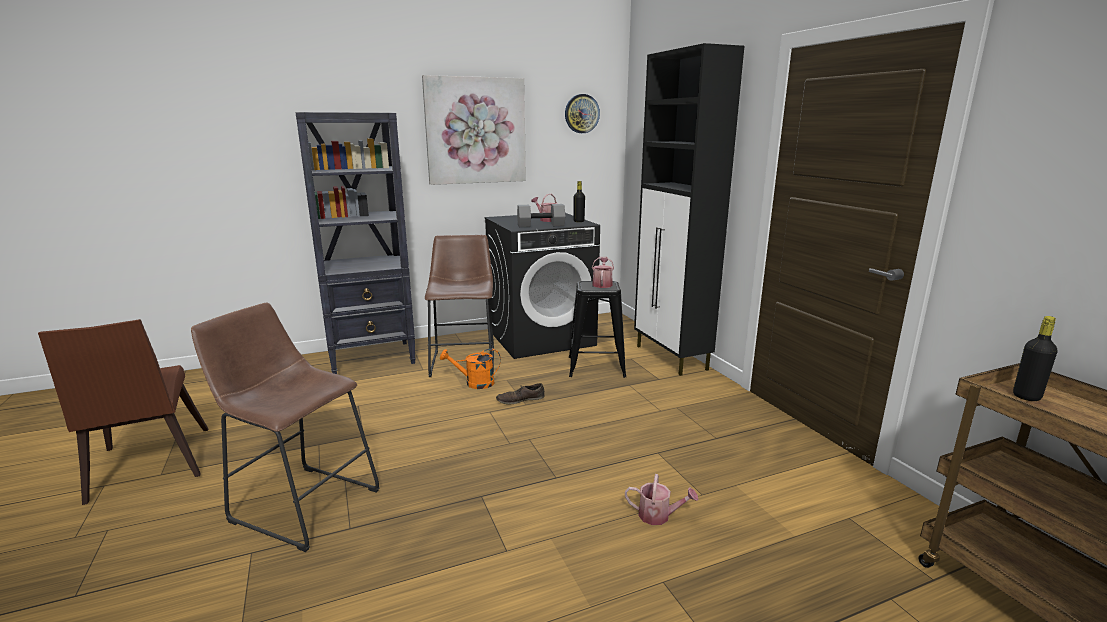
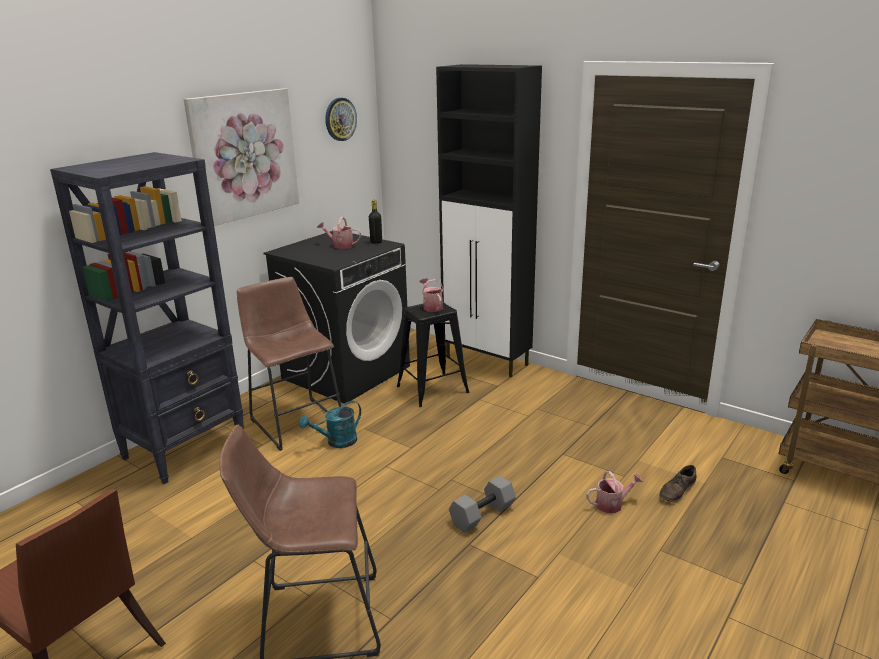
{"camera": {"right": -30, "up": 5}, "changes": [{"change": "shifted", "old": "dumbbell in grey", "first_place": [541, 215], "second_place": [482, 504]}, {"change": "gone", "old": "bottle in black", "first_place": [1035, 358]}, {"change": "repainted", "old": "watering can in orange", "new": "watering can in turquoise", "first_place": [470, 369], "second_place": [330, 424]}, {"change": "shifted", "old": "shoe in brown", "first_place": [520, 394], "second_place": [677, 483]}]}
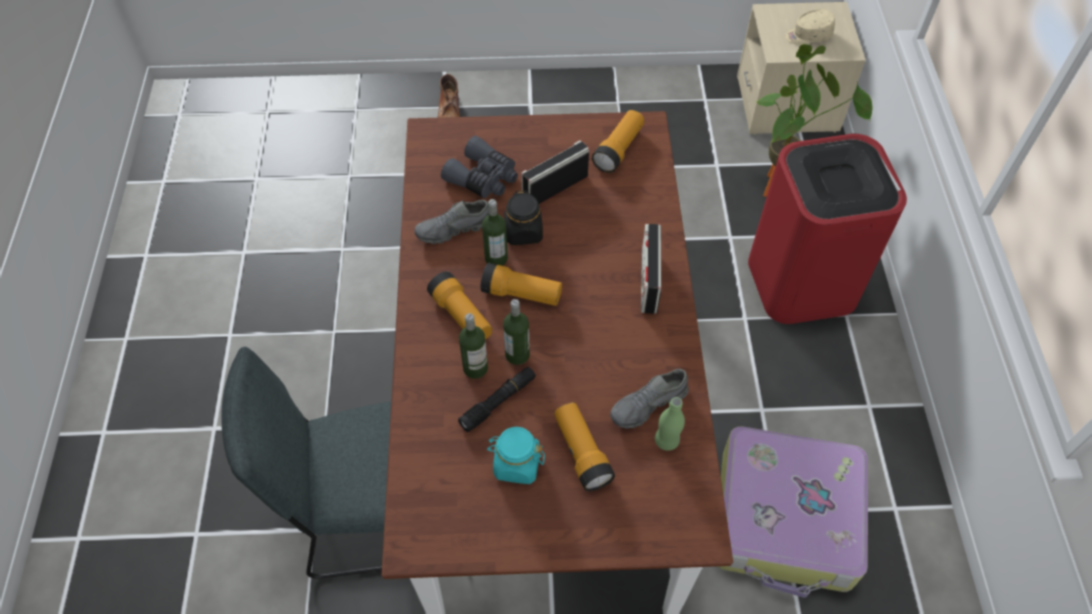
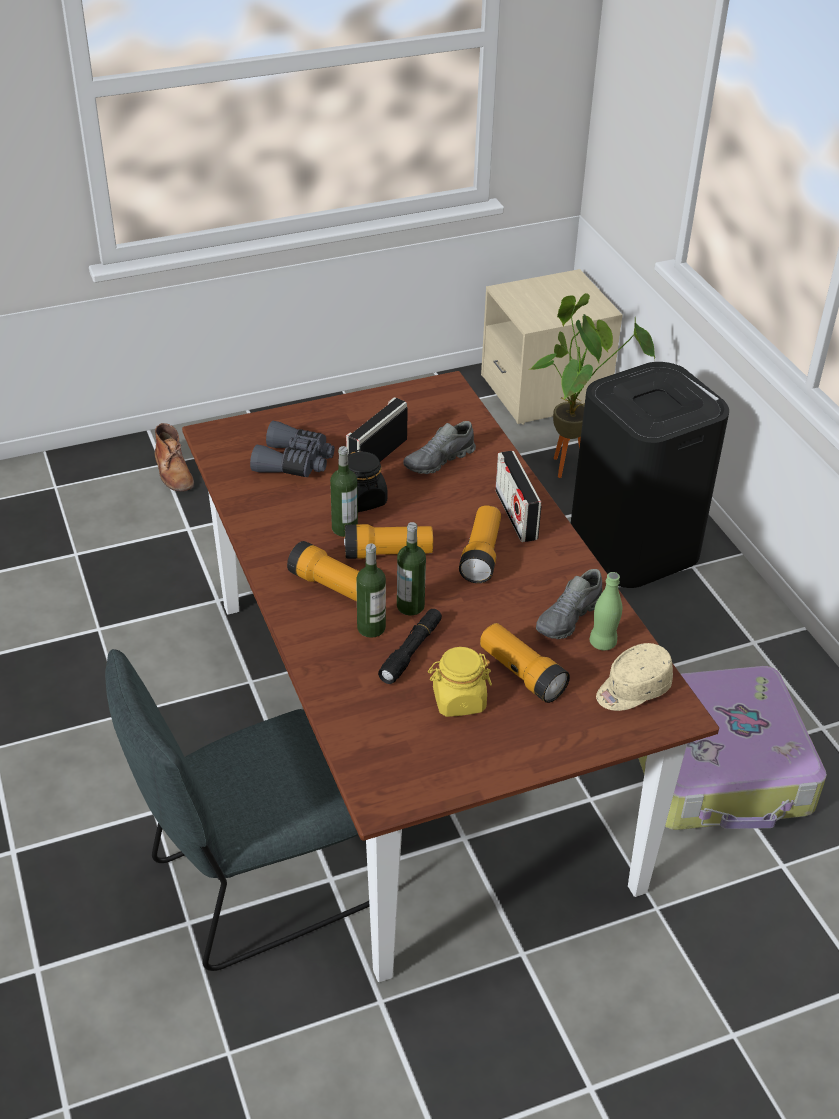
{"camera": {"right": -20, "up": -15}, "changes": [{"change": "shifted", "old": "cap in beige", "first_place": [810, 27], "second_place": [634, 677]}, {"change": "shifted", "old": "flashlight", "first_place": [618, 141], "second_place": [480, 544]}, {"change": "repainted", "old": "trash can in red", "new": "trash can in black", "first_place": [827, 229], "second_place": [650, 475]}, {"change": "shifted", "old": "shoe in grey", "first_place": [451, 222], "second_place": [439, 447]}, {"change": "repainted", "old": "jar in turquoise", "new": "jar in yellow", "first_place": [516, 455], "second_place": [460, 682]}]}
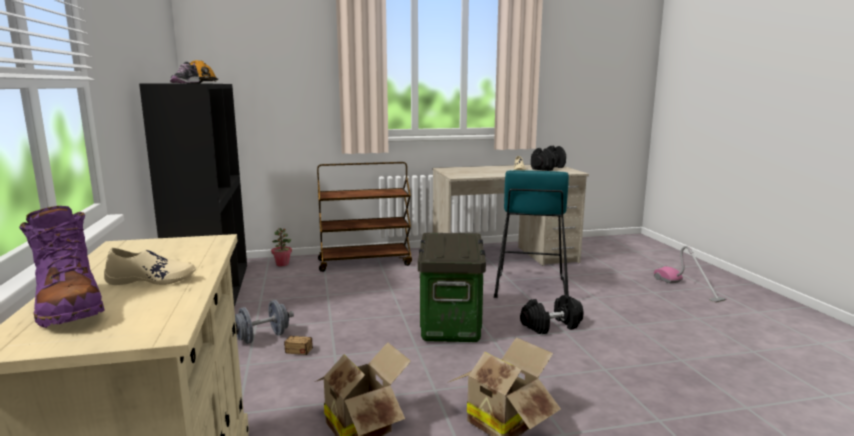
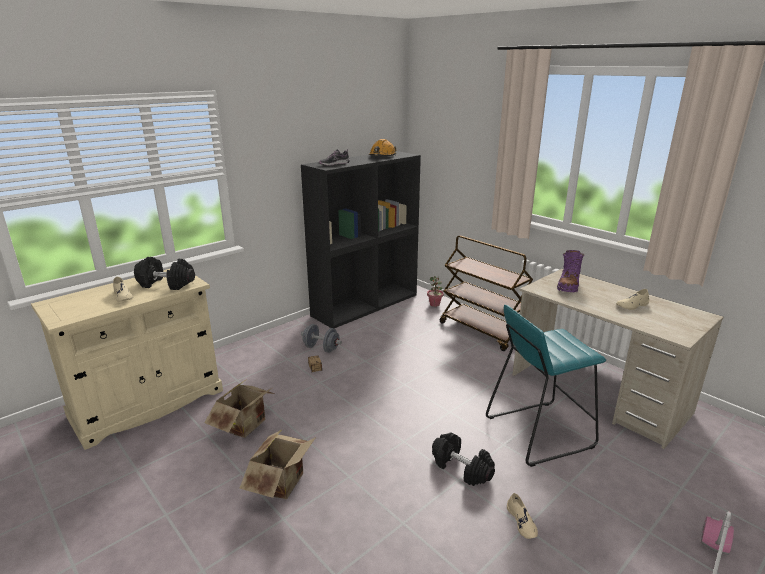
{"camera": {"right": 60, "up": 10}, "changes": [{"change": "shifted", "old": "dumbbell in black", "first_place": [548, 158], "second_place": [164, 273]}, {"change": "shifted", "old": "boot in purple", "first_place": [62, 267], "second_place": [570, 271]}, {"change": "gone", "old": "storage box", "first_place": [452, 287]}, {"change": "new", "new": "shoe in beige", "second_place": [522, 516]}]}
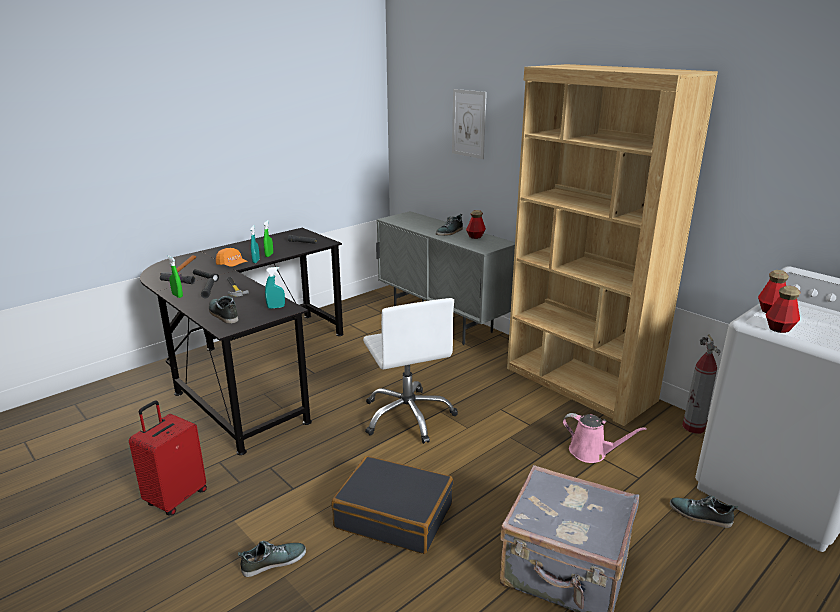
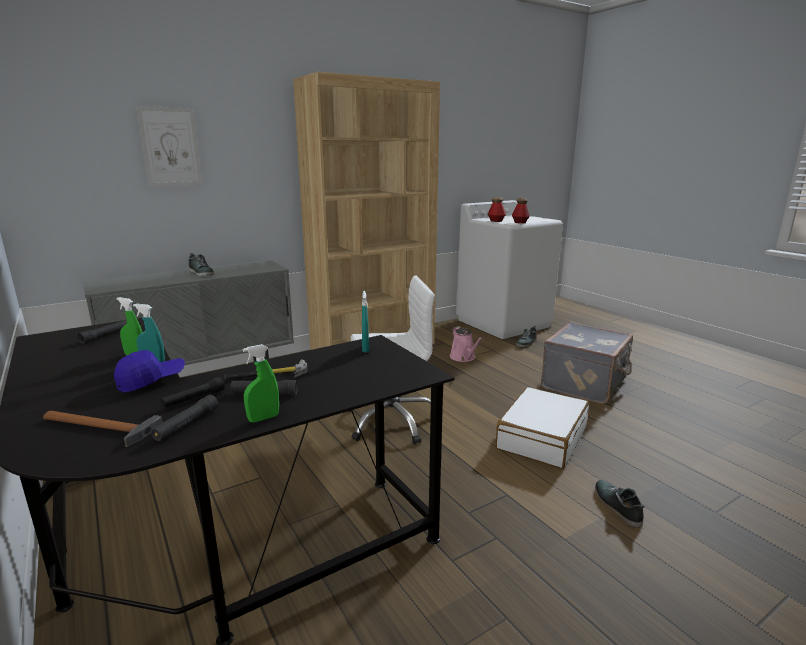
{"camera": {"right": -80, "up": -5}, "changes": [{"change": "gone", "old": "bottle", "first_place": [476, 224]}, {"change": "repainted", "old": "cap in orange", "new": "cap in blue", "first_place": [232, 257], "second_place": [149, 371]}, {"change": "gone", "old": "shoe", "first_place": [223, 310]}, {"change": "gone", "old": "fire extinguisher", "first_place": [701, 384]}, {"change": "gone", "old": "suitcase in red", "first_place": [168, 458]}, {"change": "rotated", "old": "watering can in pink", "first_place": [605, 438], "second_place": [466, 344], "degrees": 120}, {"change": "repainted", "old": "suitcase in black", "new": "suitcase in white", "first_place": [392, 505], "second_place": [542, 428]}]}
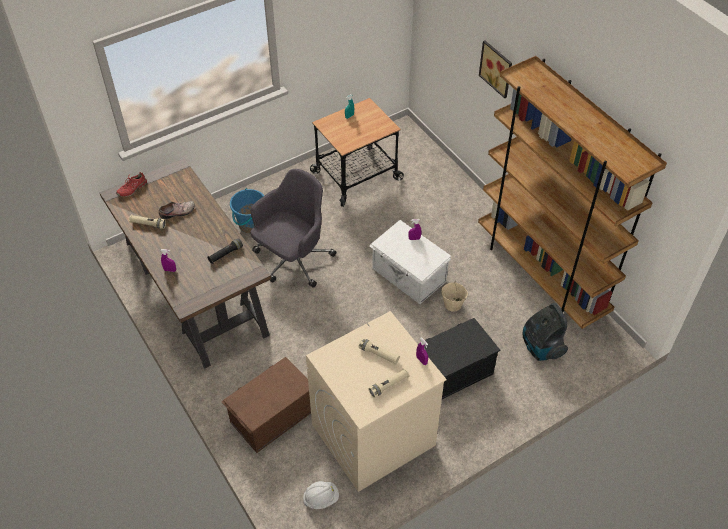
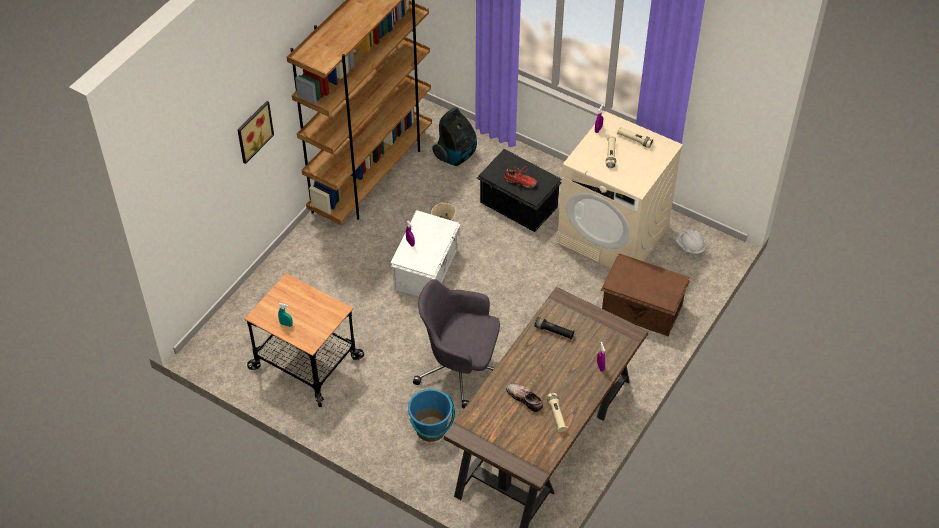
{"camera": {"right": -115, "up": 0}, "changes": [{"change": "shifted", "old": "shoe in red", "first_place": [131, 184], "second_place": [520, 177]}]}
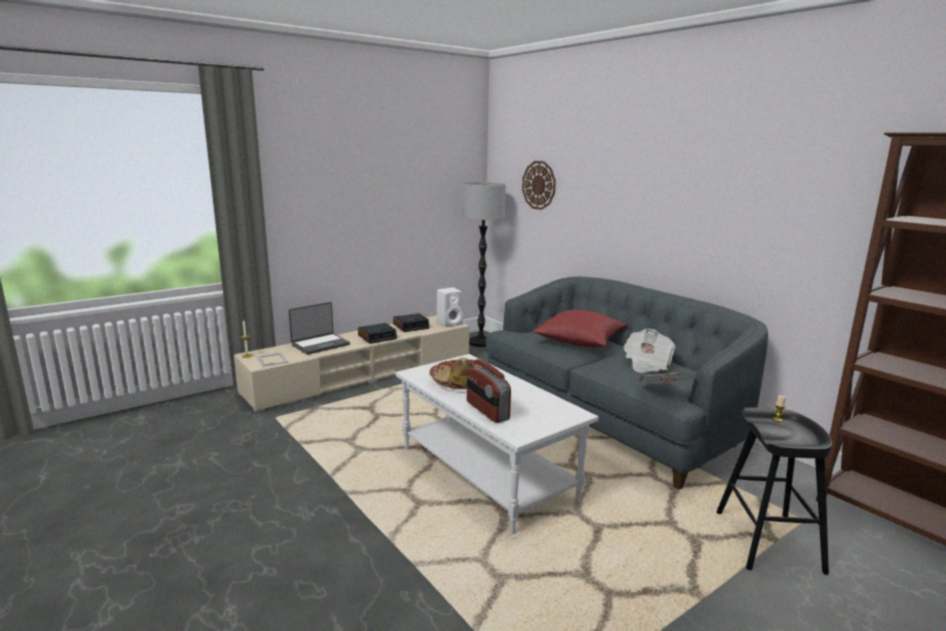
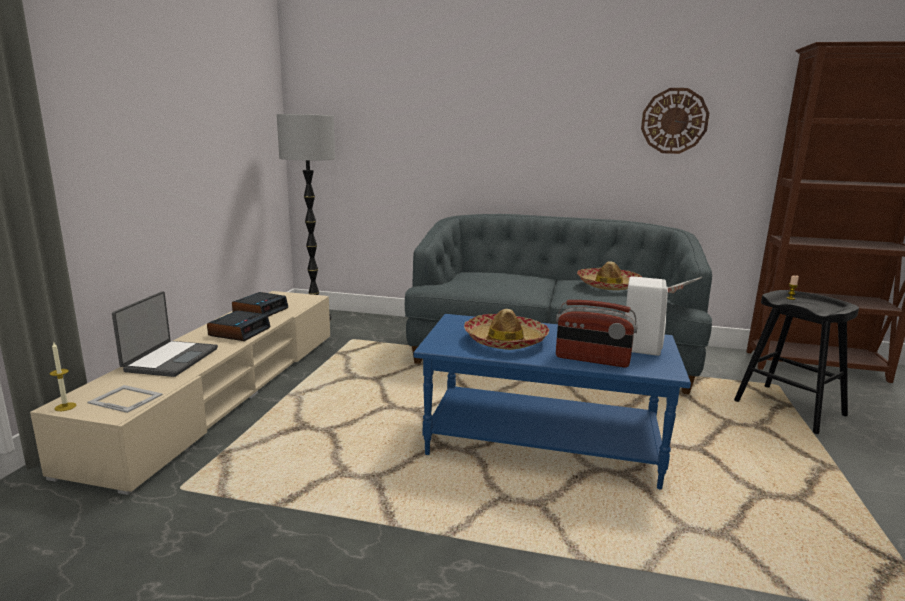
{"camera": {"right": -40, "up": 0}, "changes": [{"change": "shifted", "old": "wall clock", "first_place": [539, 185], "second_place": [675, 121]}, {"change": "shifted", "old": "speaker in white", "first_place": [450, 307], "second_place": [646, 316]}, {"change": "gone", "old": "pillow in red", "first_place": [579, 329]}, {"change": "swapped", "old": "newspaper", "new": "hat", "first_place": [649, 351], "second_place": [609, 275]}, {"change": "repainted", "old": "coffee table in white", "new": "coffee table in blue", "first_place": [497, 444], "second_place": [552, 402]}]}
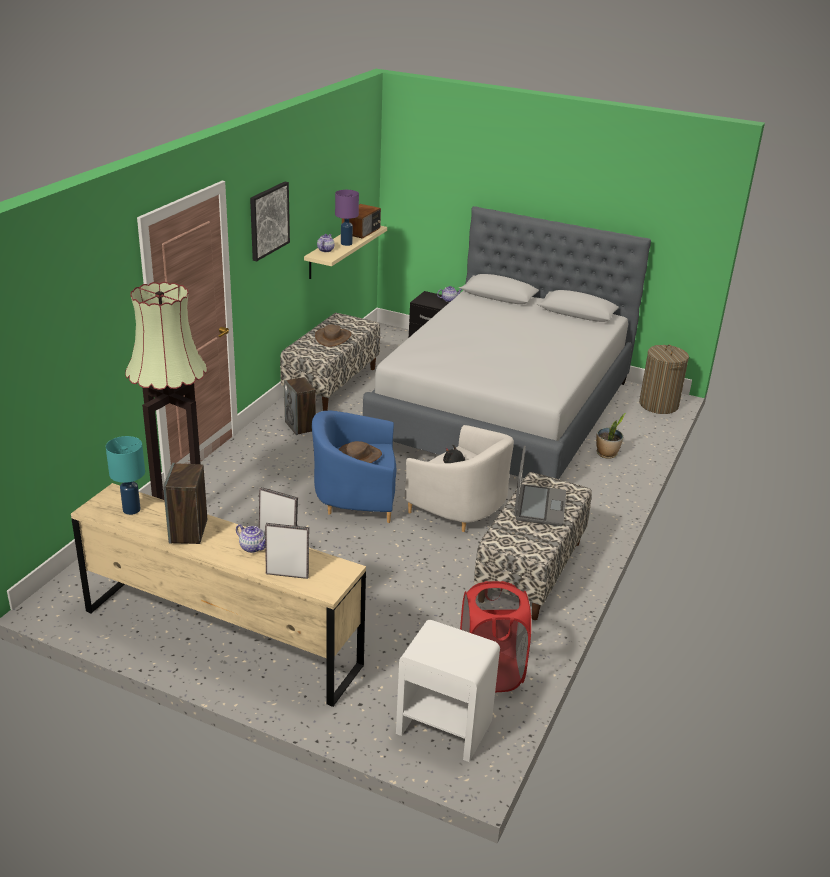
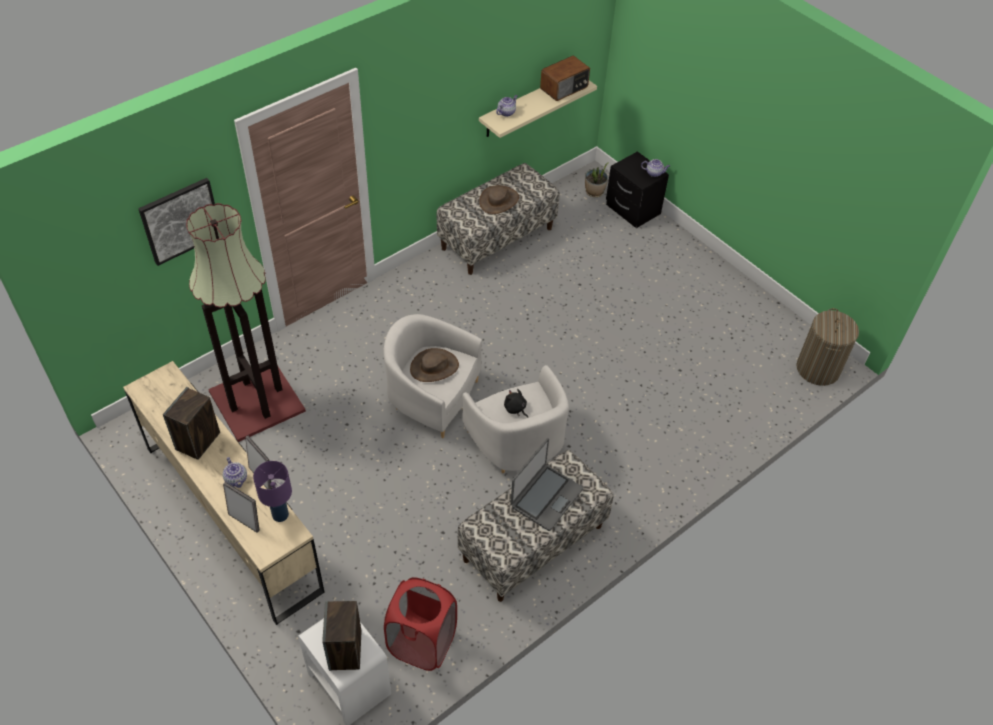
{"camera": {"right": 25, "up": 20}, "changes": [{"change": "shifted", "old": "picture", "first_place": [270, 222], "second_place": [176, 222]}, {"change": "shifted", "old": "table lamp in purple", "first_place": [347, 218], "second_place": [272, 491]}, {"change": "gone", "old": "bed in grey", "first_place": [507, 343]}, {"change": "shifted", "old": "speaker", "first_place": [300, 406], "second_place": [341, 636]}, {"change": "repainted", "old": "armchair in blue", "new": "armchair in white", "first_place": [354, 467], "second_place": [433, 376]}, {"change": "shifted", "old": "potted plant", "first_place": [611, 436], "second_place": [597, 179]}, {"change": "gone", "old": "table lamp in turquoise", "first_place": [125, 475]}]}
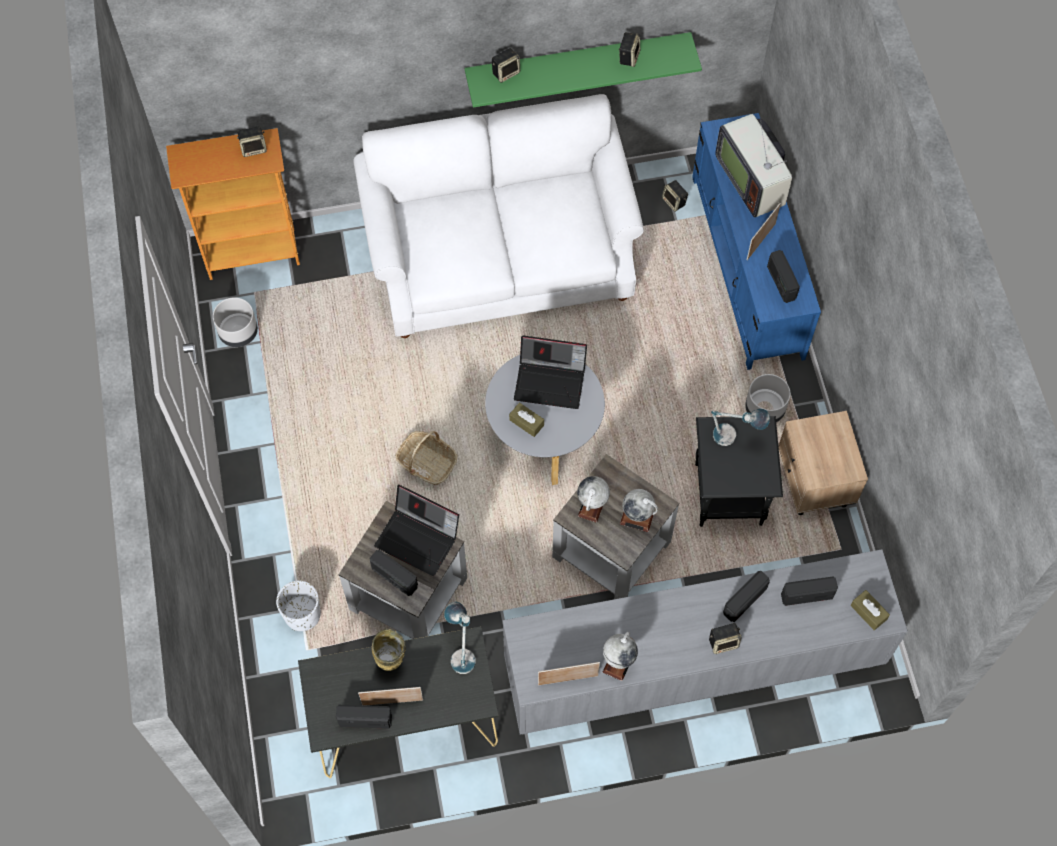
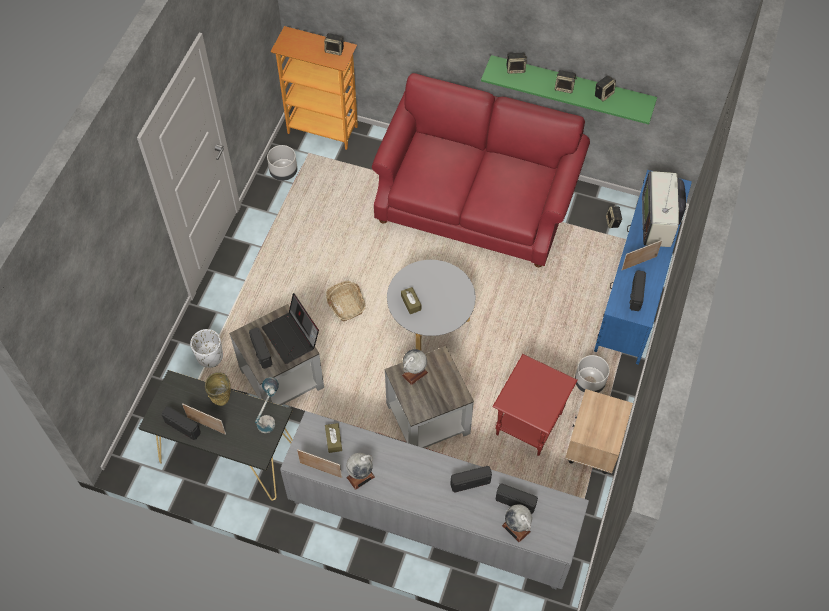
{"camera": {"right": 30, "up": -5}, "changes": [{"change": "repainted", "old": "sofa in white", "new": "sofa in red", "first_place": [498, 216], "second_place": [481, 170]}, {"change": "gone", "old": "laptop", "first_place": [550, 372]}, {"change": "gone", "old": "table lamp", "first_place": [740, 427]}, {"change": "repainted", "old": "side table in black", "new": "side table in red", "first_place": [739, 471], "second_place": [535, 405]}, {"change": "shifted", "old": "globe", "first_place": [639, 510], "second_place": [517, 523]}, {"change": "shifted", "old": "tissue box in brown", "first_place": [870, 610], "second_place": [333, 438]}, {"change": "shifted", "old": "speaker", "first_place": [725, 638], "second_place": [566, 81]}]}
